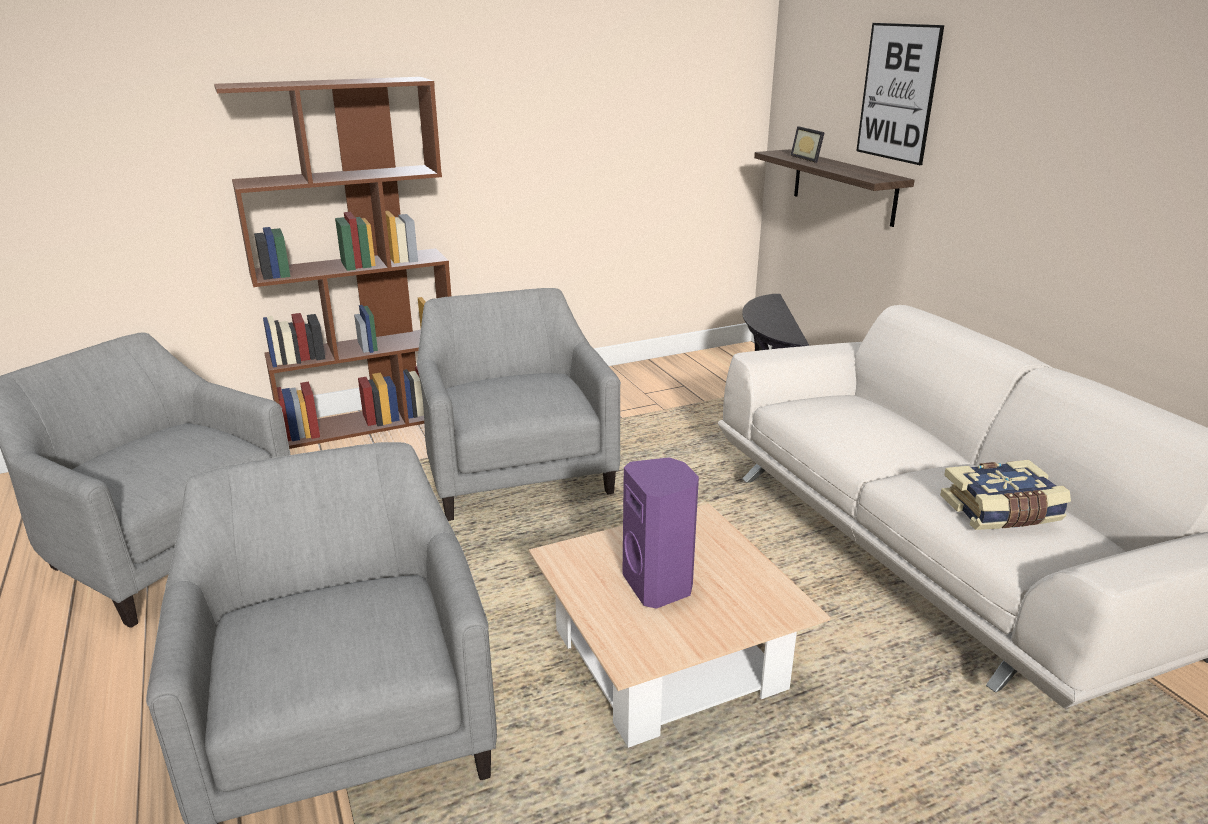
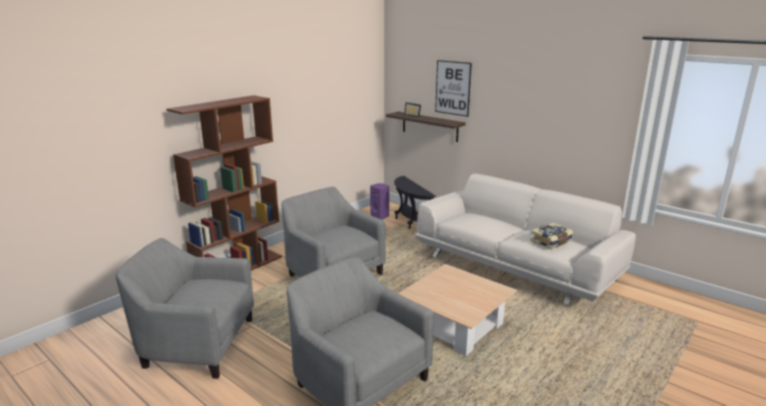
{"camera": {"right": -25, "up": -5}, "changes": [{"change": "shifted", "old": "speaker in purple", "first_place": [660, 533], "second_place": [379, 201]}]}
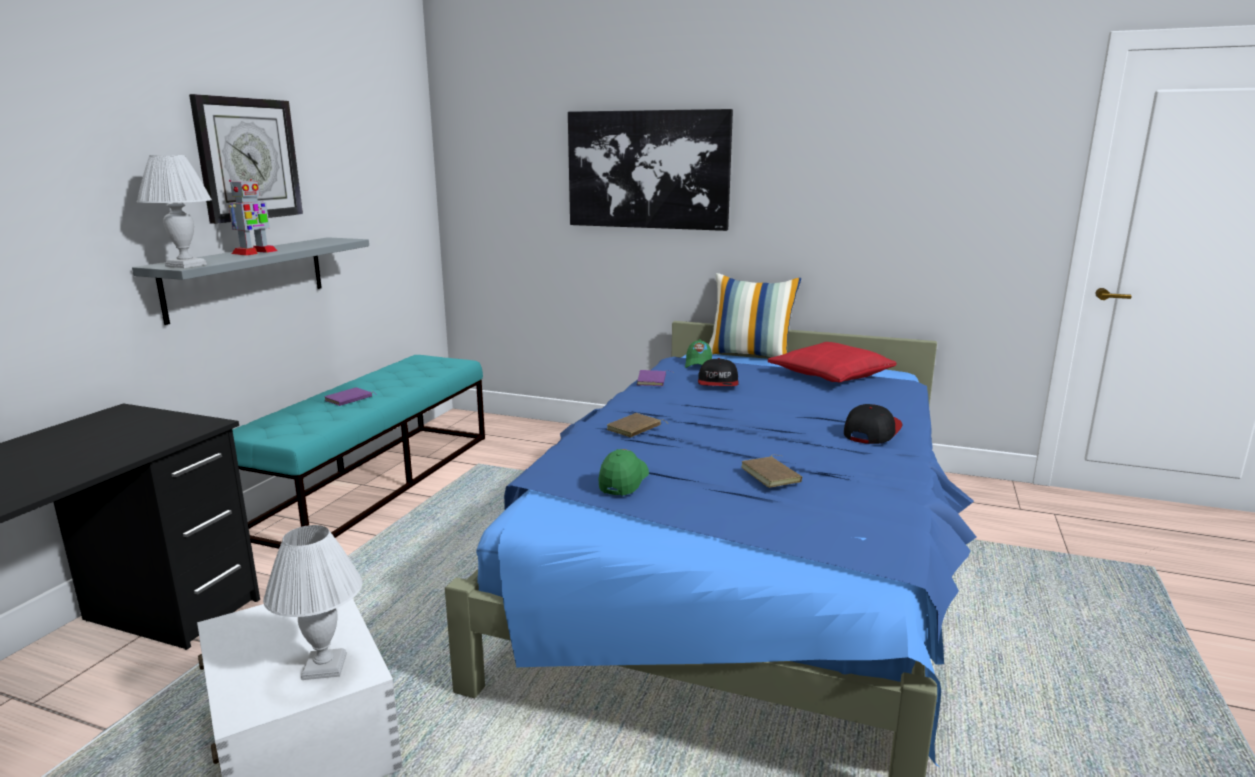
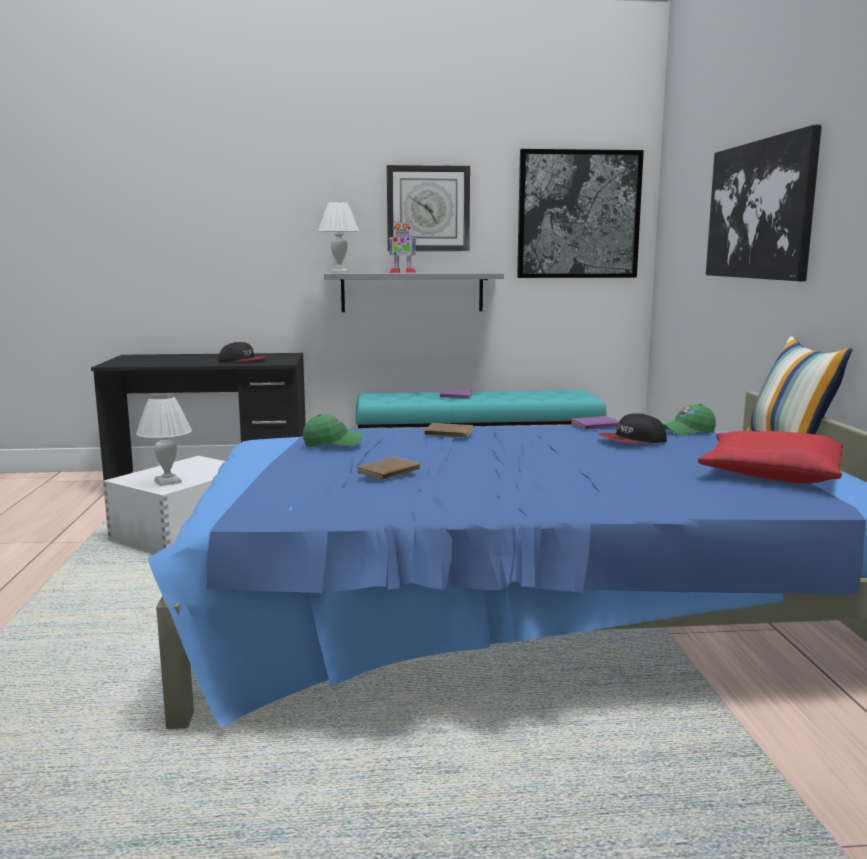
{"camera": {"right": 65, "up": -5}, "changes": [{"change": "shifted", "old": "cap", "first_place": [873, 424], "second_place": [242, 352]}, {"change": "new", "new": "picture", "second_place": [580, 213]}]}
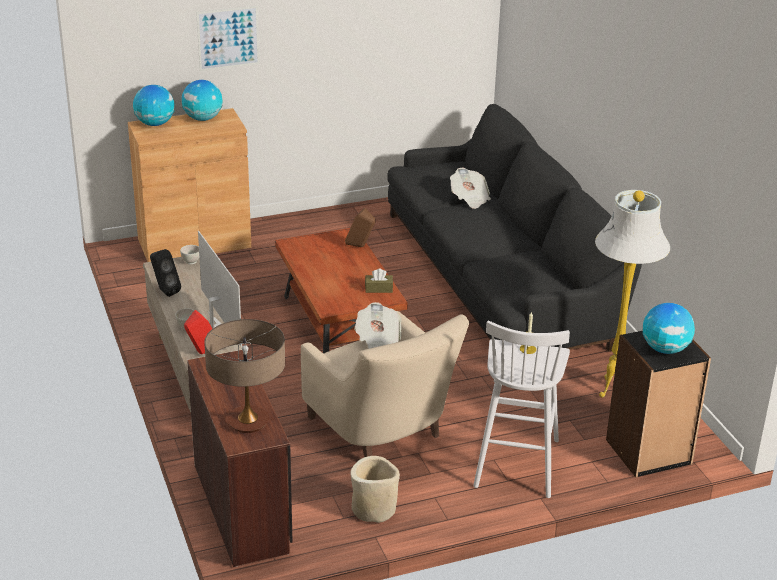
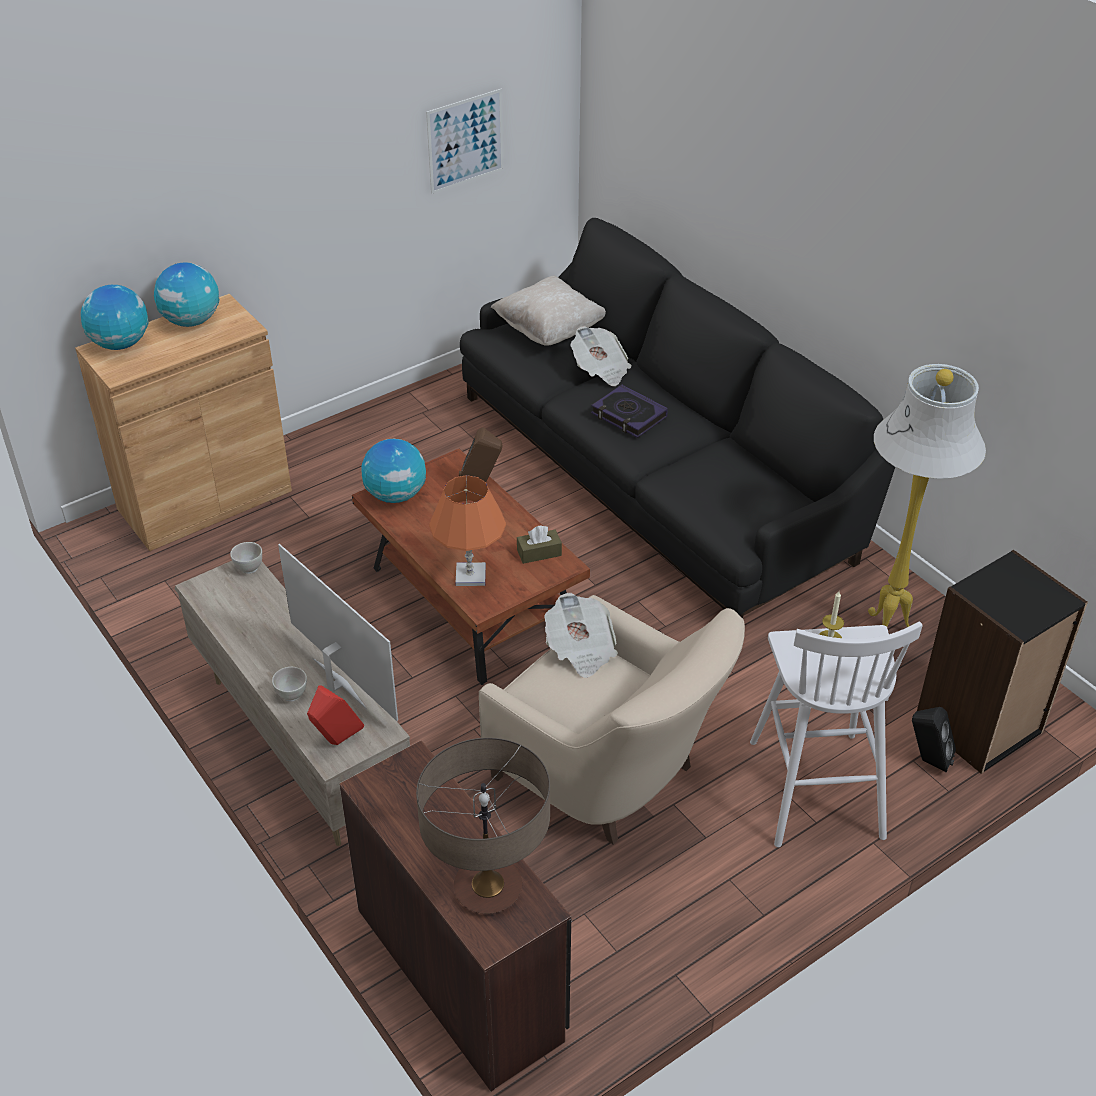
{"camera": {"right": -15, "up": 10}, "changes": [{"change": "shifted", "old": "picture", "first_place": [228, 38], "second_place": [465, 141]}, {"change": "shifted", "old": "speaker in black", "first_place": [165, 273], "second_place": [934, 739]}, {"change": "shifted", "old": "globe", "first_place": [668, 328], "second_place": [393, 471]}, {"change": "gone", "old": "planter in beige", "first_place": [375, 489]}, {"change": "new", "new": "pillow in beige", "second_place": [548, 311]}, {"change": "new", "new": "book", "second_place": [629, 411]}, {"change": "new", "new": "table lamp in orange", "second_place": [467, 530]}]}
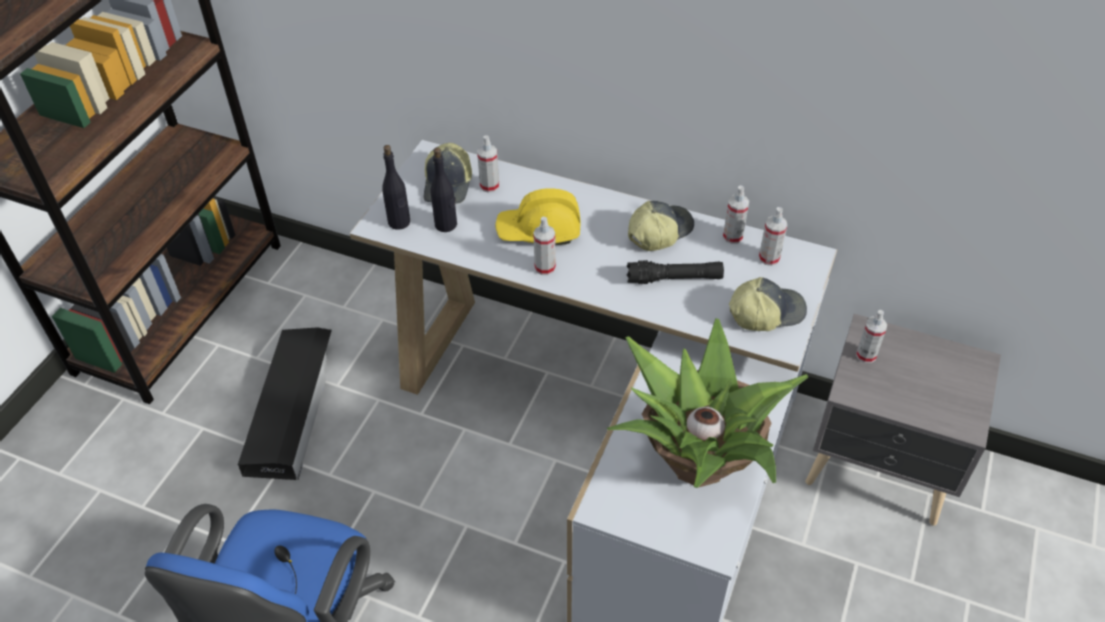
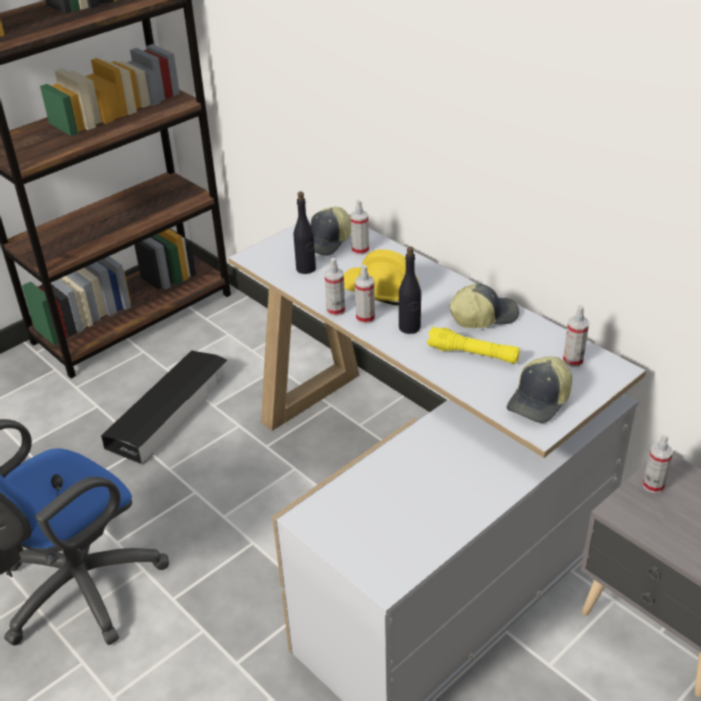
{"camera": {"right": 25, "up": -10}, "changes": [{"change": "shifted", "old": "bottle in black", "first_place": [396, 187], "second_place": [410, 290]}, {"change": "shifted", "old": "spray bottle", "first_place": [736, 215], "second_place": [335, 286]}, {"change": "repainted", "old": "flashlight in black", "new": "flashlight in yellow", "first_place": [675, 272], "second_place": [473, 345]}, {"change": "rotated", "old": "cap", "first_place": [768, 304], "second_place": [539, 389], "degrees": 120}, {"change": "gone", "old": "potted plant", "first_place": [707, 403]}]}
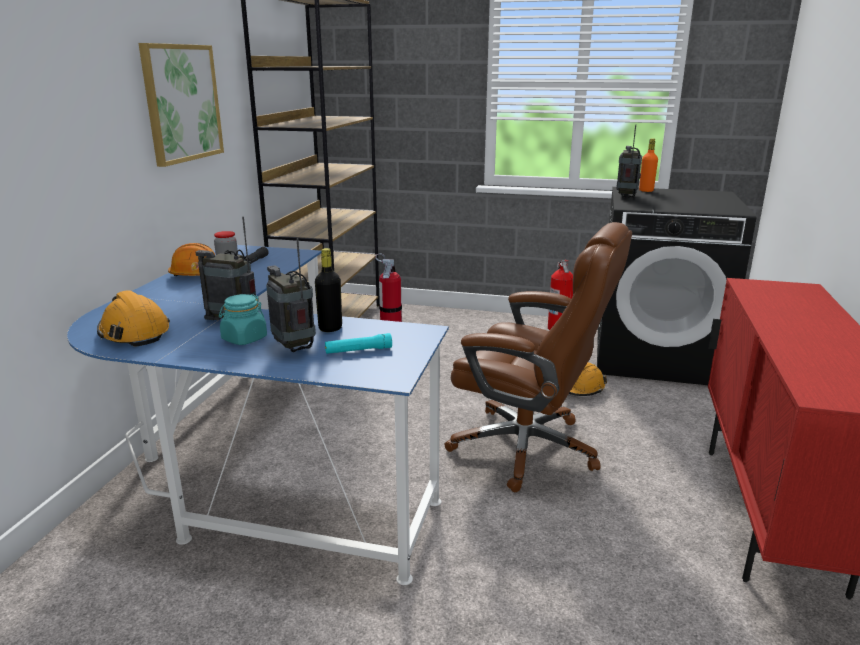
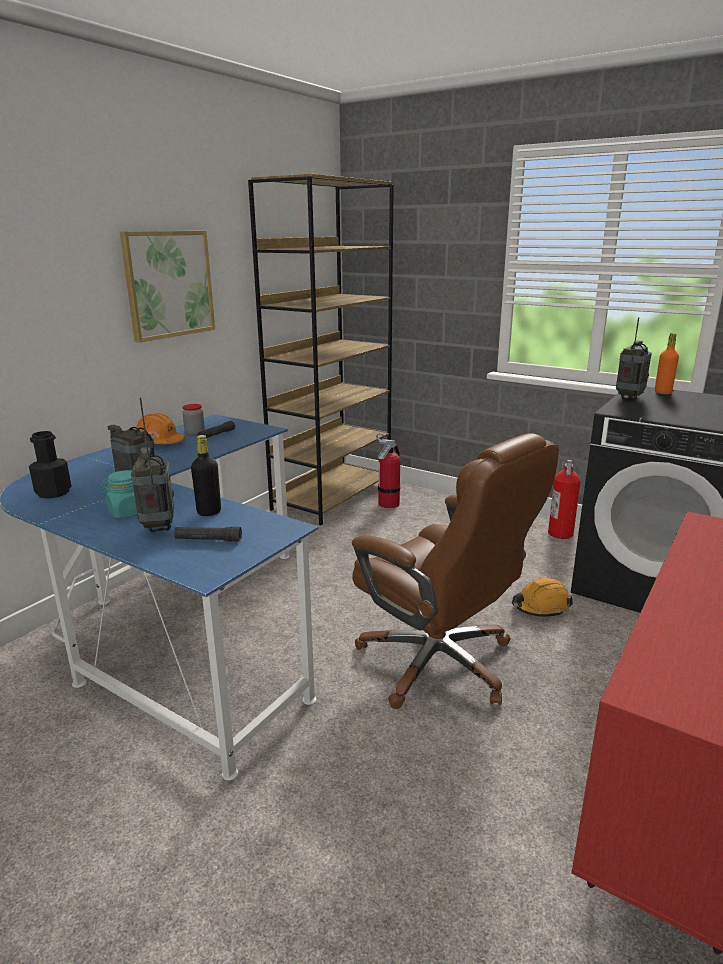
{"camera": {"right": 20, "up": 0}, "changes": [{"change": "swapped", "old": "hard hat in orange", "new": "bottle in black", "first_place": [133, 318], "second_place": [50, 465]}, {"change": "repainted", "old": "flashlight in turquoise", "new": "flashlight in black", "first_place": [358, 343], "second_place": [208, 534]}]}
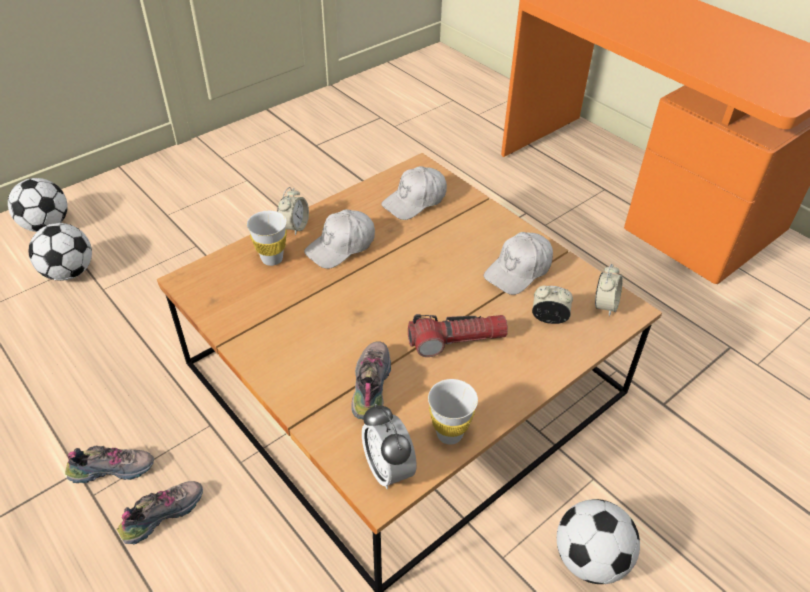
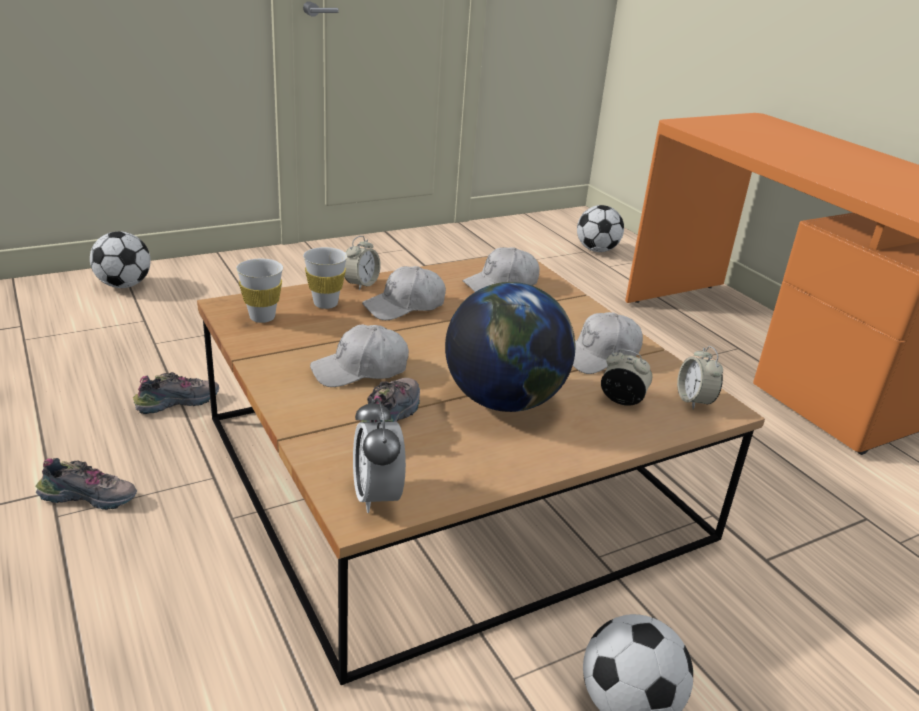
{"camera": {"right": 10, "up": -15}, "changes": [{"change": "shifted", "old": "football", "first_place": [60, 252], "second_place": [600, 228]}, {"change": "rotated", "old": "alarm clock", "first_place": [609, 290], "second_place": [700, 378], "degrees": 135}, {"change": "swapped", "old": "flashlight", "new": "globe", "first_place": [458, 335], "second_place": [510, 347]}, {"change": "shifted", "old": "cup in white", "first_place": [453, 412], "second_place": [259, 291]}, {"change": "shifted", "old": "shoe", "first_place": [160, 513], "second_place": [176, 393]}, {"change": "new", "new": "cap in white", "second_place": [359, 355]}]}
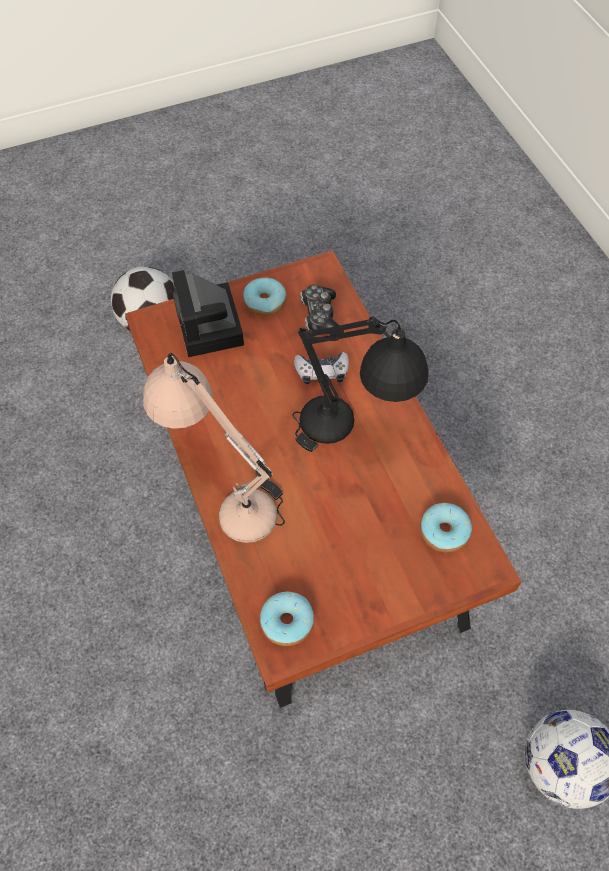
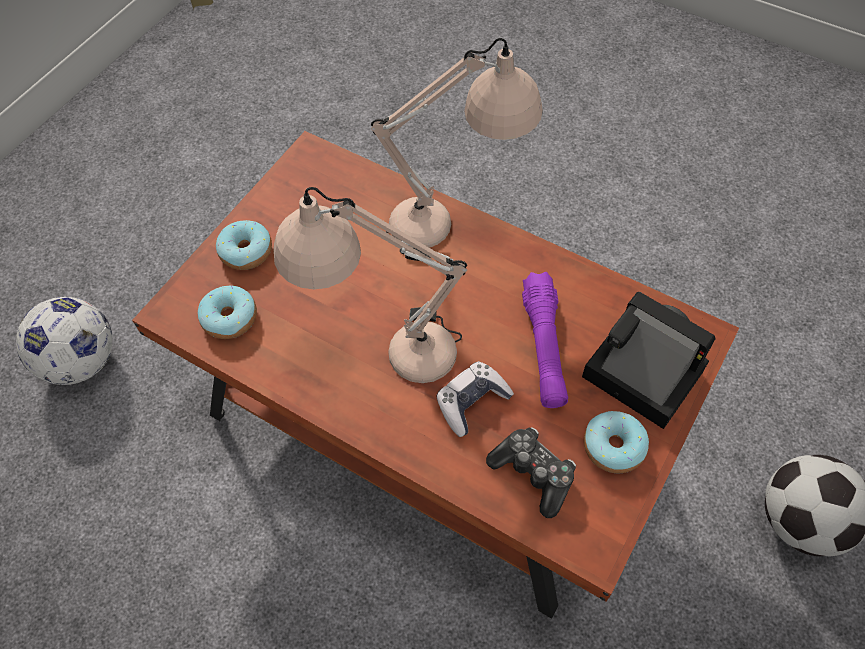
{"camera": {"right": 145, "up": 0}, "changes": [{"change": "repainted", "old": "table lamp in black", "new": "table lamp in beige", "first_place": [360, 384], "second_place": [370, 285]}, {"change": "shifted", "old": "donut", "first_place": [287, 619], "second_place": [244, 245]}, {"change": "new", "new": "flashlight in purple", "second_place": [545, 340]}]}
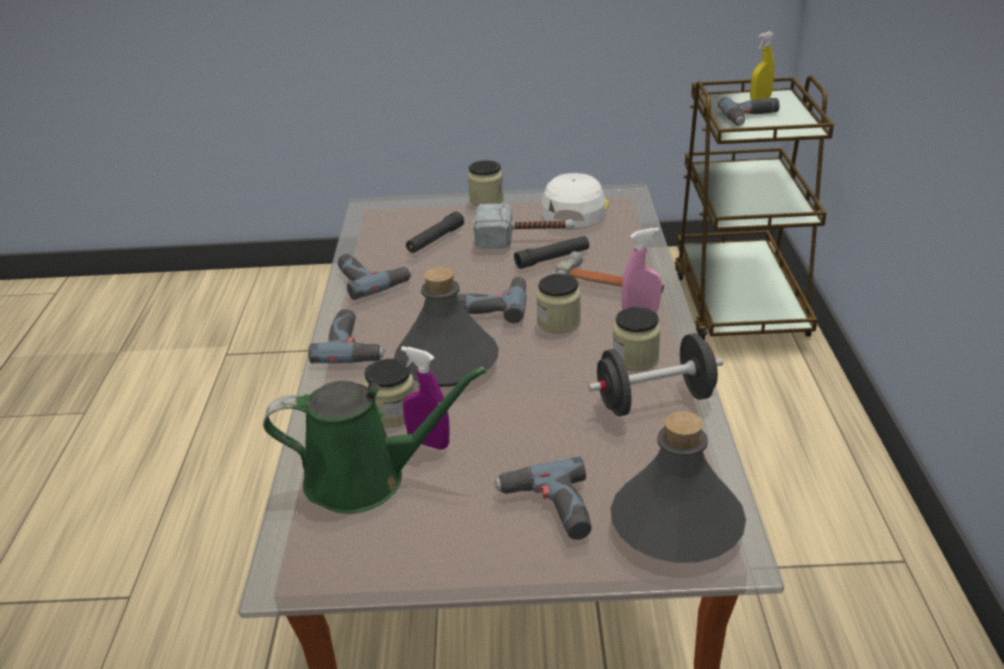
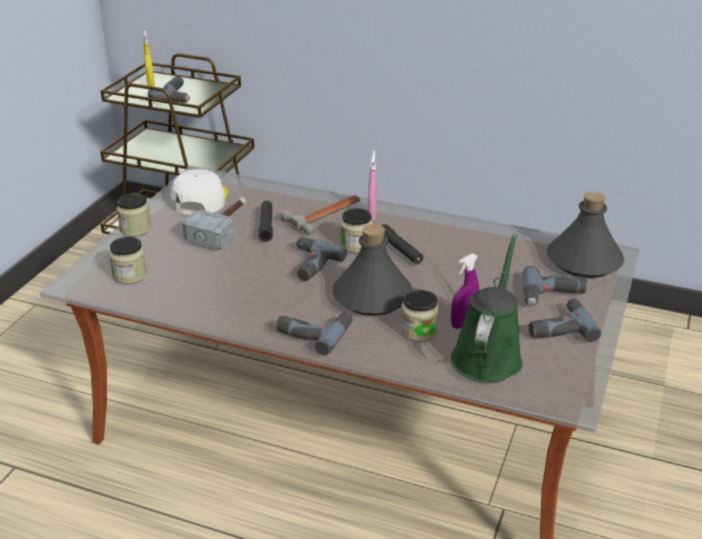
{"camera": {"right": -70, "up": 0}, "changes": [{"change": "rotated", "old": "cap in white", "first_place": [574, 200], "second_place": [199, 192], "degrees": 60}, {"change": "shifted", "old": "flashlight in black", "first_place": [435, 232], "second_place": [402, 244]}, {"change": "shifted", "old": "power drill", "first_place": [375, 277], "second_place": [565, 320]}, {"change": "shifted", "old": "jar", "first_place": [637, 339], "second_place": [128, 260]}, {"change": "gone", "old": "dumbbell in black", "first_place": [655, 375]}]}
